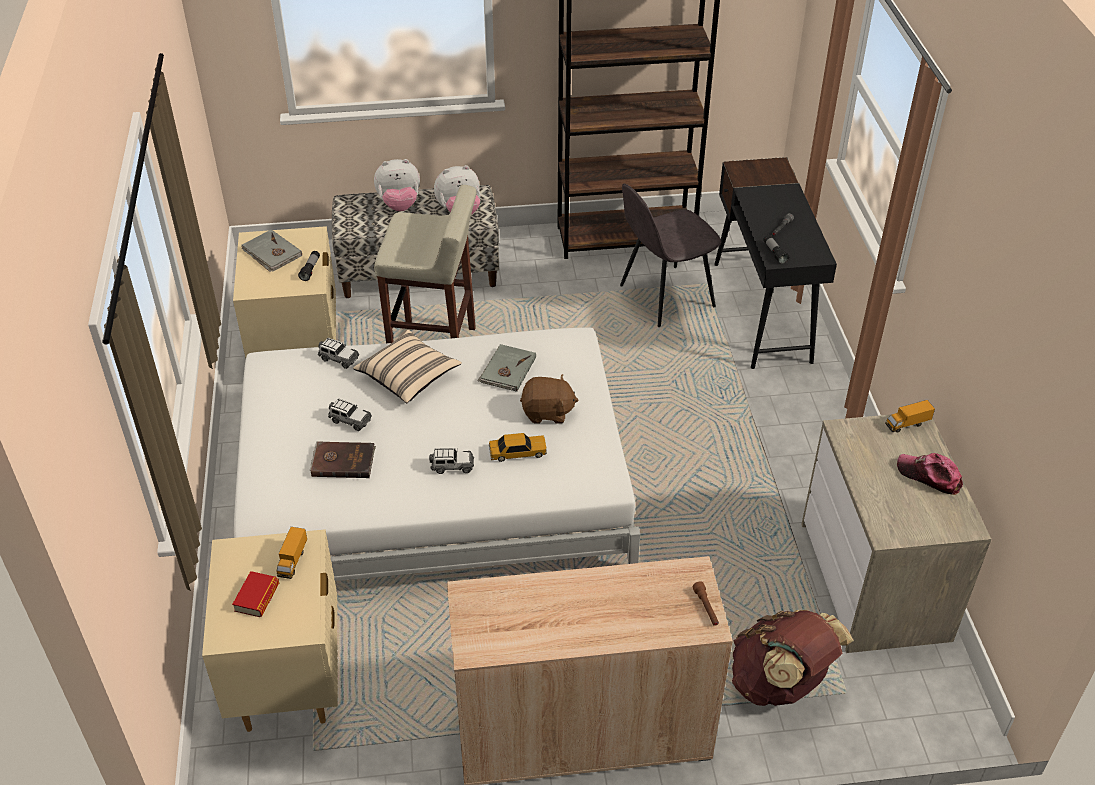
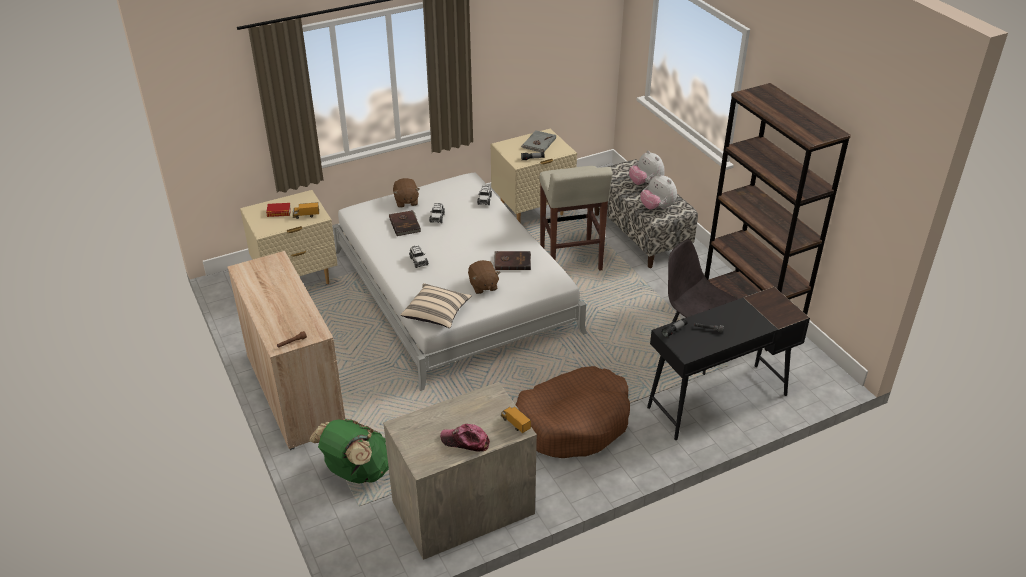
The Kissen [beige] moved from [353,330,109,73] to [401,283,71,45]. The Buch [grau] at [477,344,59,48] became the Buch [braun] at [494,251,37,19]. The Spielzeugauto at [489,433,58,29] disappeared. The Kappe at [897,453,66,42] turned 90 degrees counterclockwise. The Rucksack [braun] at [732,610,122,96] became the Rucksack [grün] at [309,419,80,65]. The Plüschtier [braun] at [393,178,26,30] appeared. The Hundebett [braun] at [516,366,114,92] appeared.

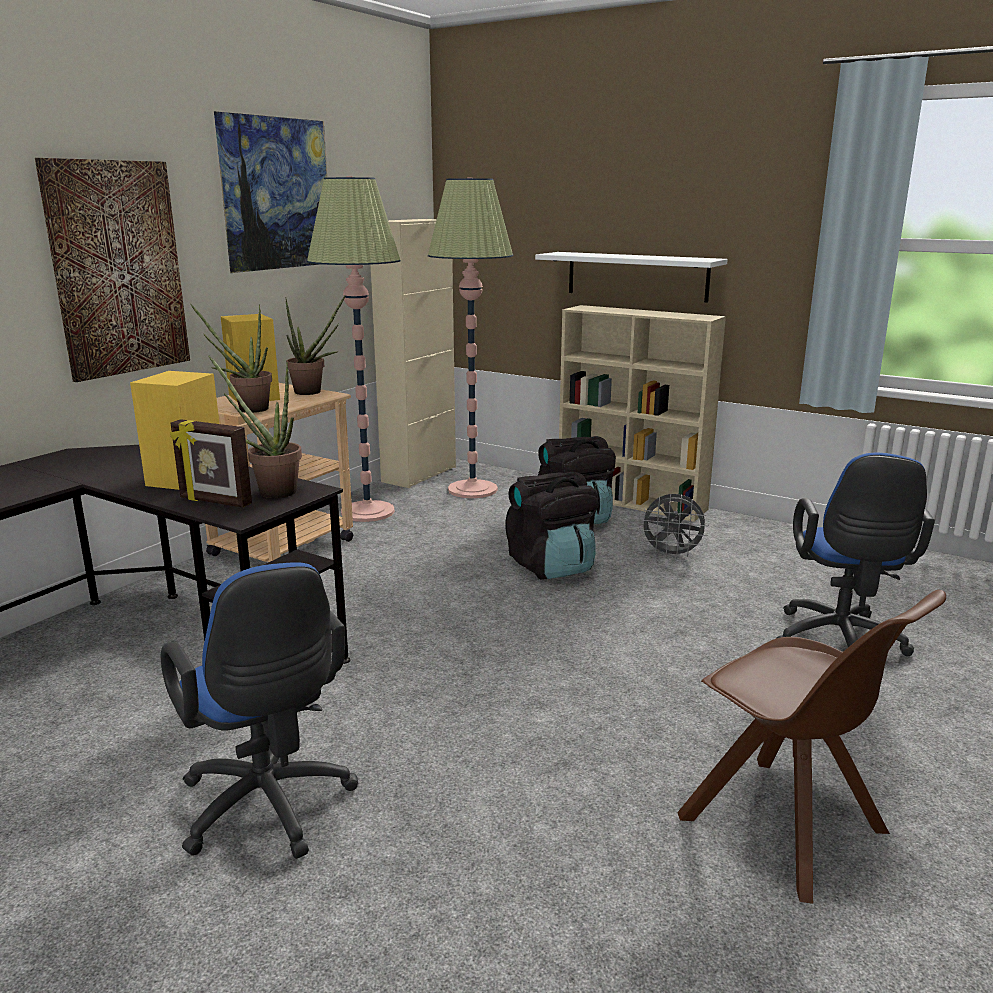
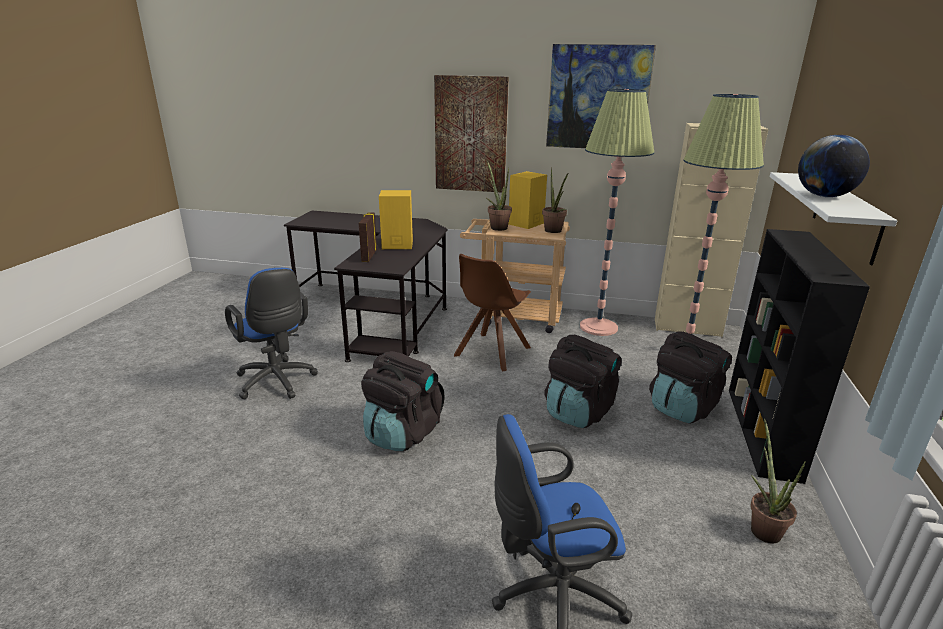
The Bücherregal [beige] at [559,305,167,217] became the Bücherregal [schwarz] at [729,229,141,255]. The Topfpflanze moved from [209,356,93,142] to [750,419,56,124]. The Ventilator [grau] at [639,494,70,65] disappeared. The Bürostuhl [blau] at [161,562,198,297] turned 75 degrees counterclockwise. The Stuhl [braun] moved from [677,590,269,314] to [454,254,77,117]. The Globus at [798,135,72,62] appeared. The Rucksack [schwarz] at [361,351,84,100] appeared.

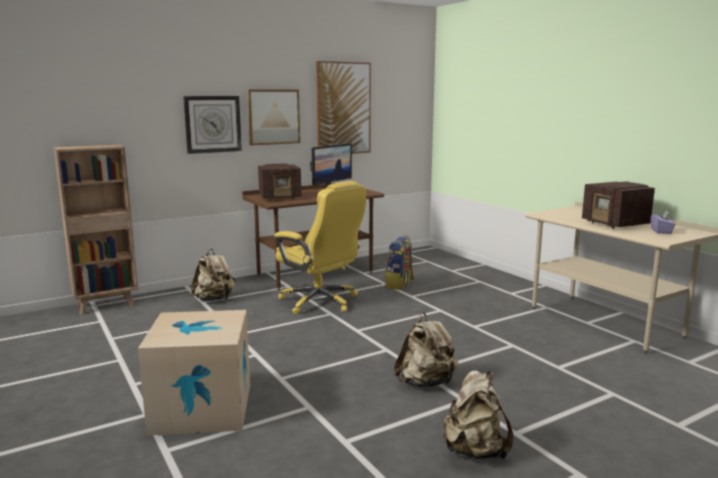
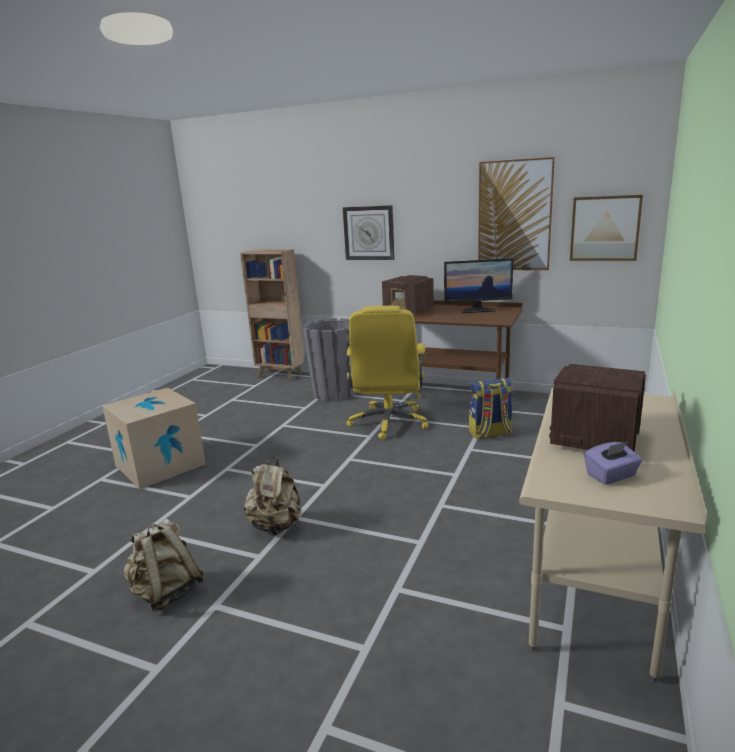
The Bild moved from [247,89,53,56] to [570,195,73,66]. The Rucksack [beige] at [191,249,44,52] was replaced by the Pflanzkübel [grau] at [302,318,54,83].

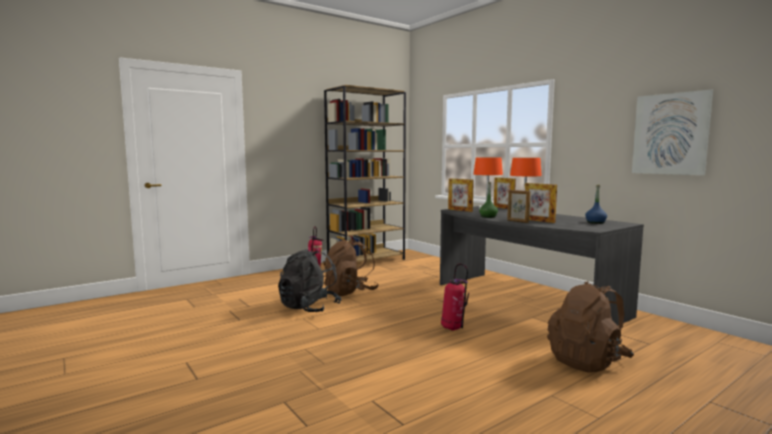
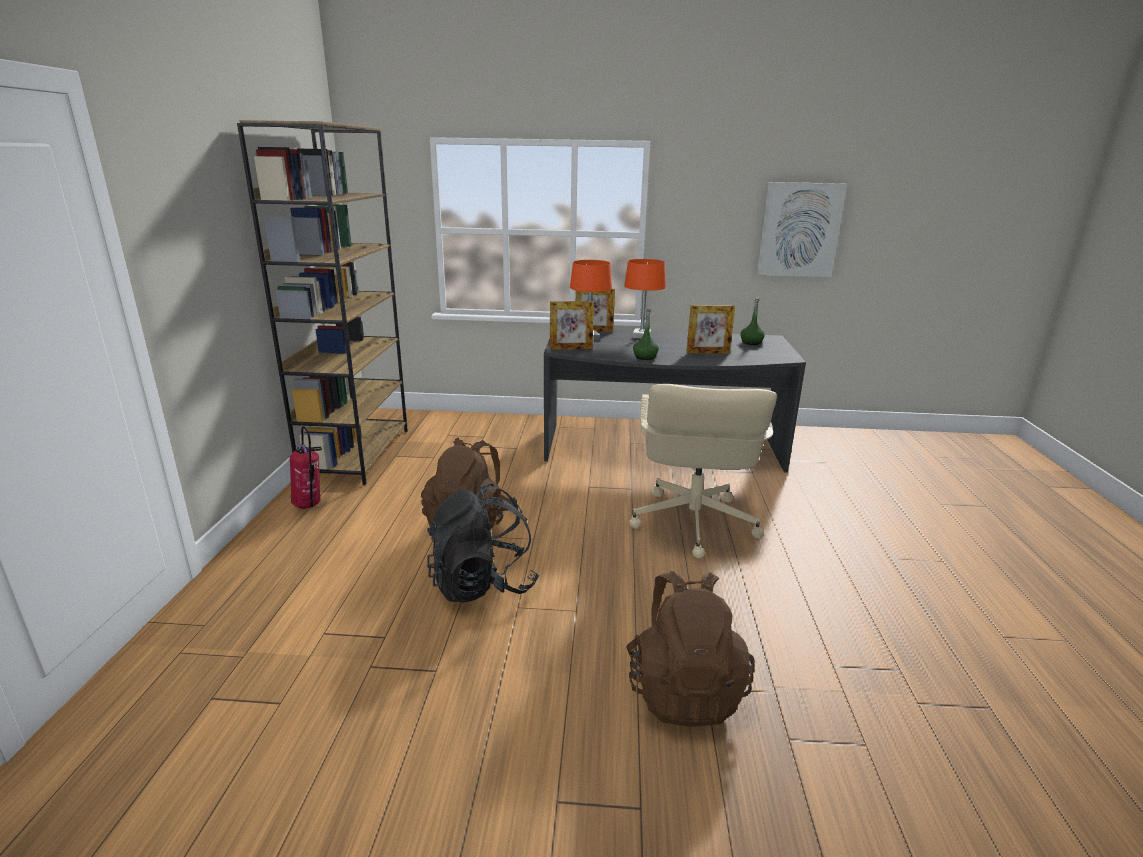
The Flasche [blau] at [585,185,22,39] became the Flasche [grün] at [740,298,25,47]. The Bilderrahmen at [507,190,23,33] disappeared. The Feuerlöscher at [441,263,28,68] was replaced by the Bürostuhl [beige] at [629,384,148,175]. The Rucksack [braun] moved from [547,281,87,92] to [626,571,129,156].

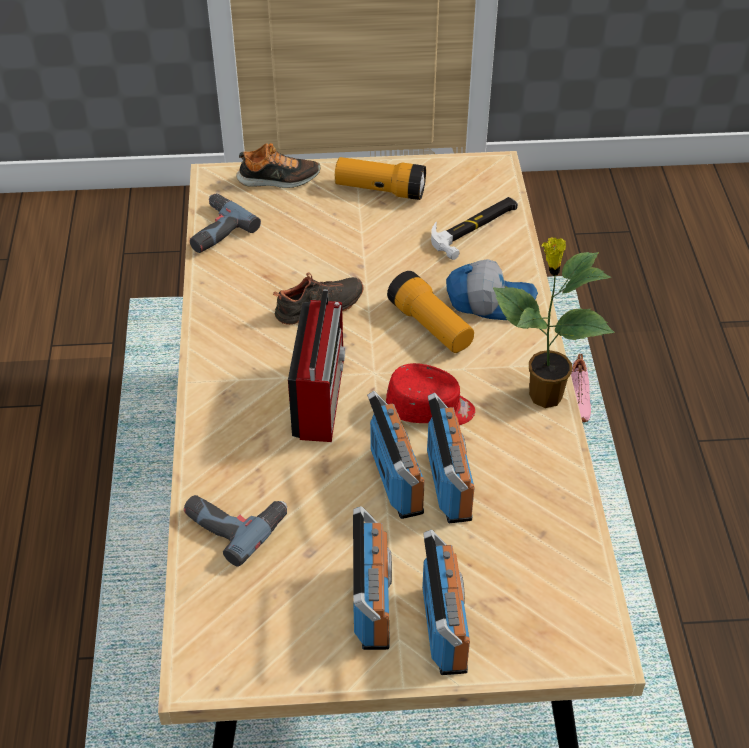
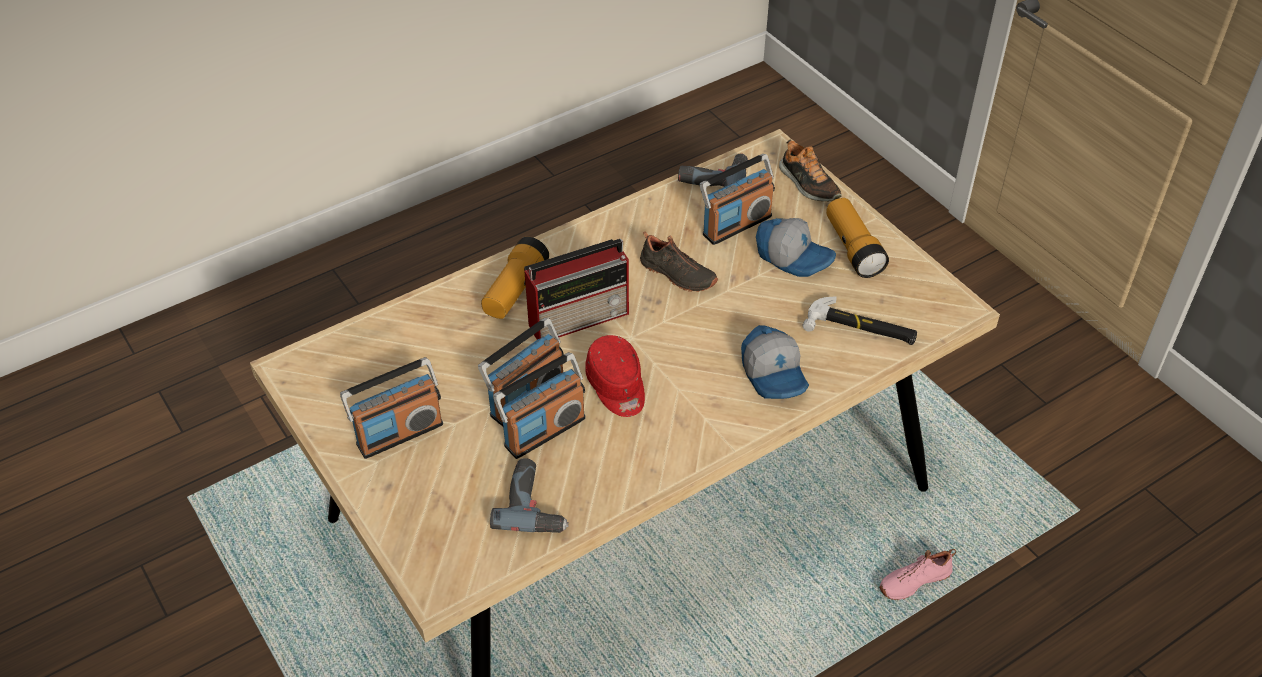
The Topfpflanze at [493,237,122,171] disappeared. The Taschenlampe moved from [387,271,87,82] to [481,237,68,82]. The Bohrmaschine moved from [184,495,103,72] to [490,458,79,75]. The Radio moved from [422,530,48,145] to [700,154,75,91]. The Kappe at [756,218,80,59] appeared.

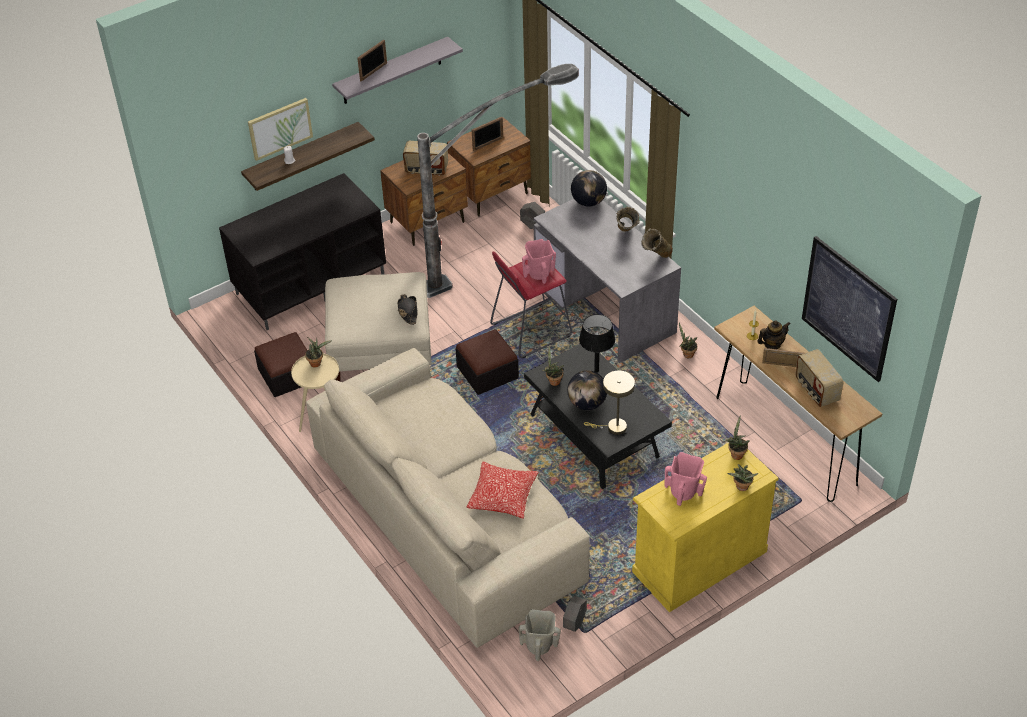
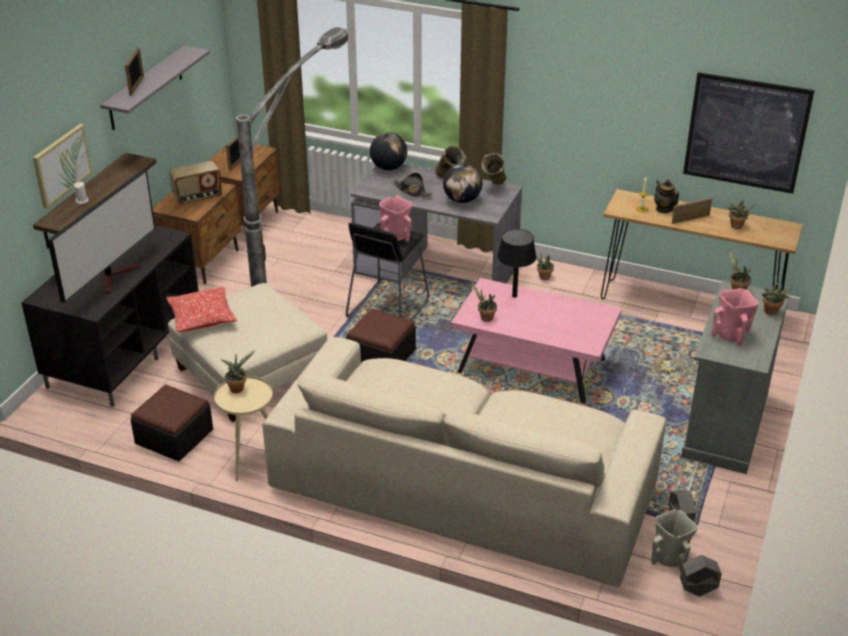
The Pflanzkübel [grau] moved from [520,202,25,27] to [680,555,42,41]. The Hocker [rot] at [490,252,82,106] became the Hocker [schwarz] at [346,223,83,98]. The Hut [schwarz] moved from [397,294,21,31] to [393,173,40,24]. The Teekanne at [757,320,34,29] turned 60 degrees counterclockwise. The Couchtisch [schwarz] at [524,344,148,145] became the Couchtisch [rosa] at [451,278,171,126]. The Radio at [795,349,49,58] was replaced by the Topfpflanze at [728,200,27,29]. The Globus moved from [567,370,40,40] to [443,163,40,40]. The Tischlampe [beige] at [584,371,51,64] disappeared. The Schrank [gelb] at [632,443,147,169] became the Schrank [grau] at [681,280,108,194]. The Kissen moved from [467,461,71,58] to [166,287,71,45]. The Fernseher at [47,168,108,135] appeared.

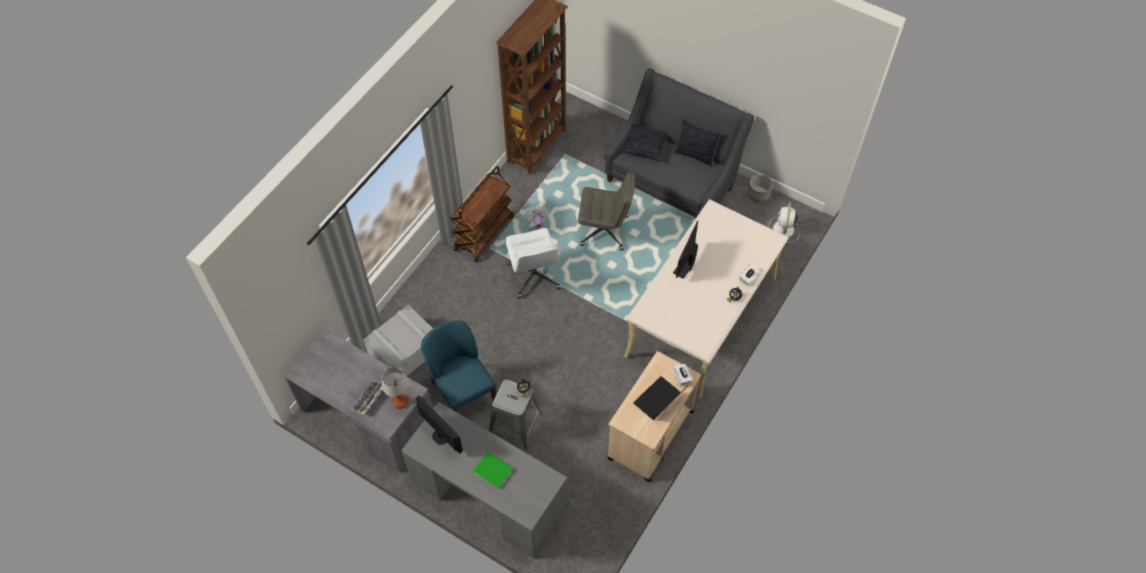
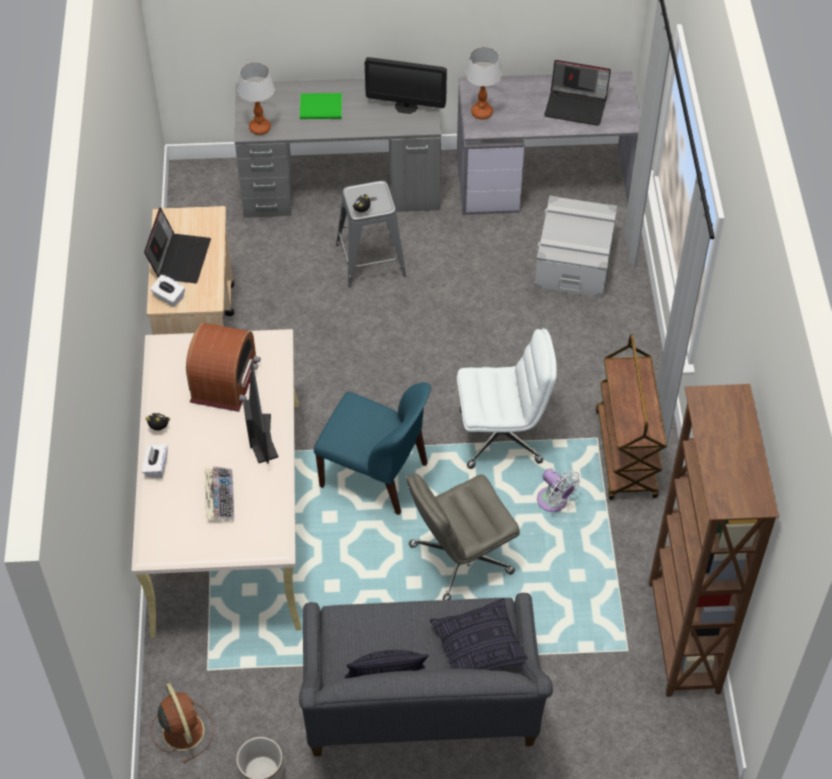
The Ventilator [weiß] at [768,201,32,42] became the Ventilator [braun] at [150,683,64,80]. The Bürostuhl [weiß] at [505,228,56,71] turned 135 degrees clockwise. The Stuhl [blau] moved from [421,320,75,93] to [314,382,117,133]. The Tastatur moved from [351,380,31,35] to [205,466,29,56]. The Laptop at [544,60,67,66] appeared. The Tischlampe at [238,62,37,73] appeared. The Radio at [186,323,75,89] appeared.

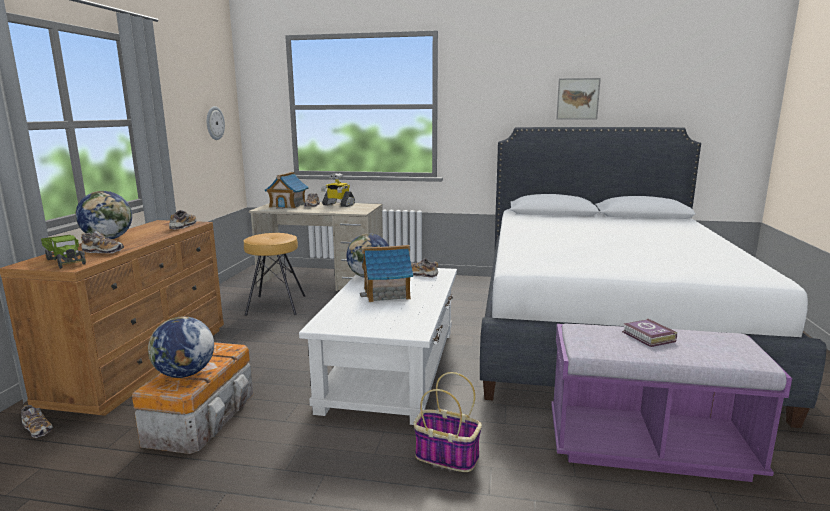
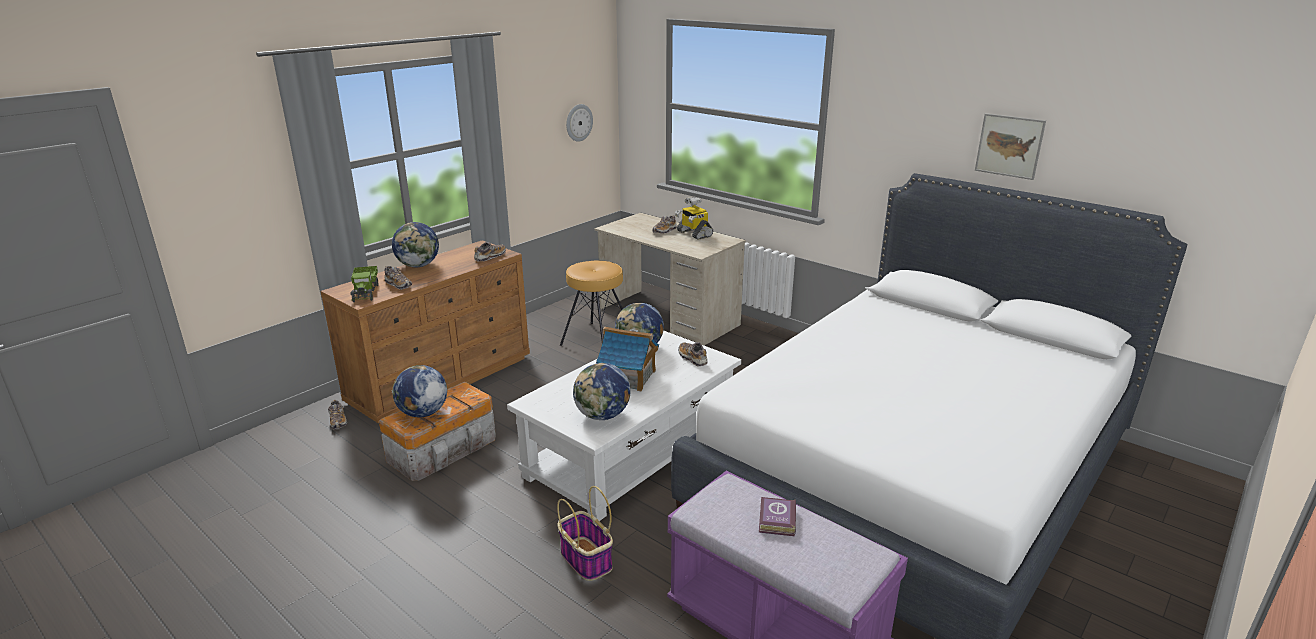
The Spielzeughaus at [265,172,44,37] disappeared. The Globus at [573,363,58,57] appeared.

